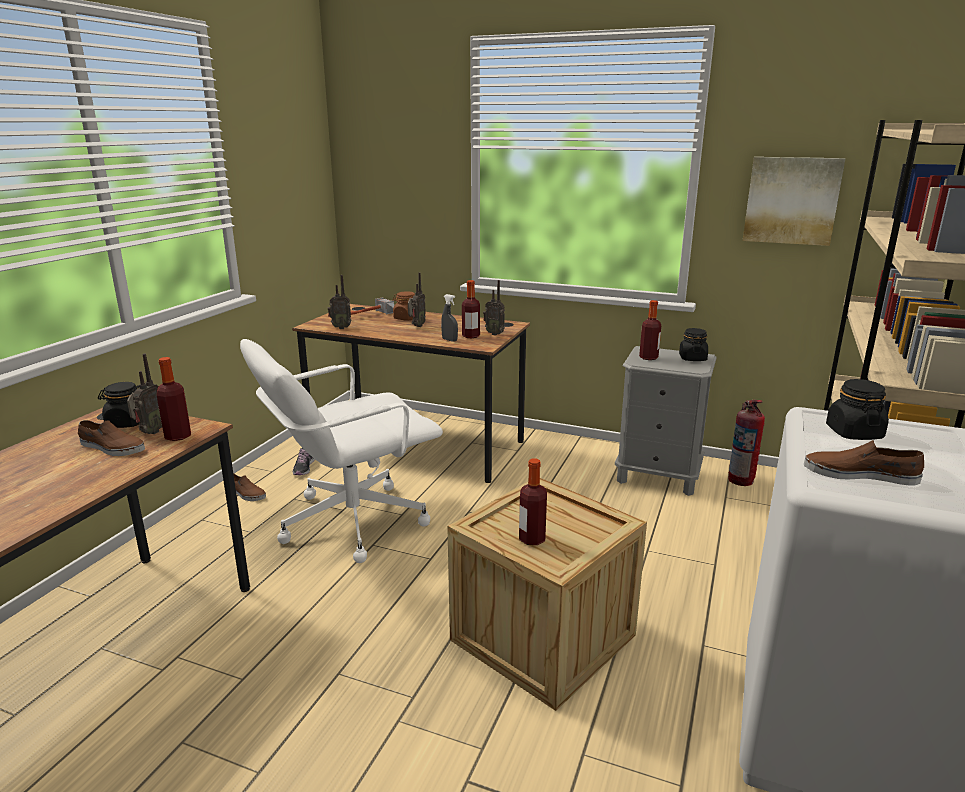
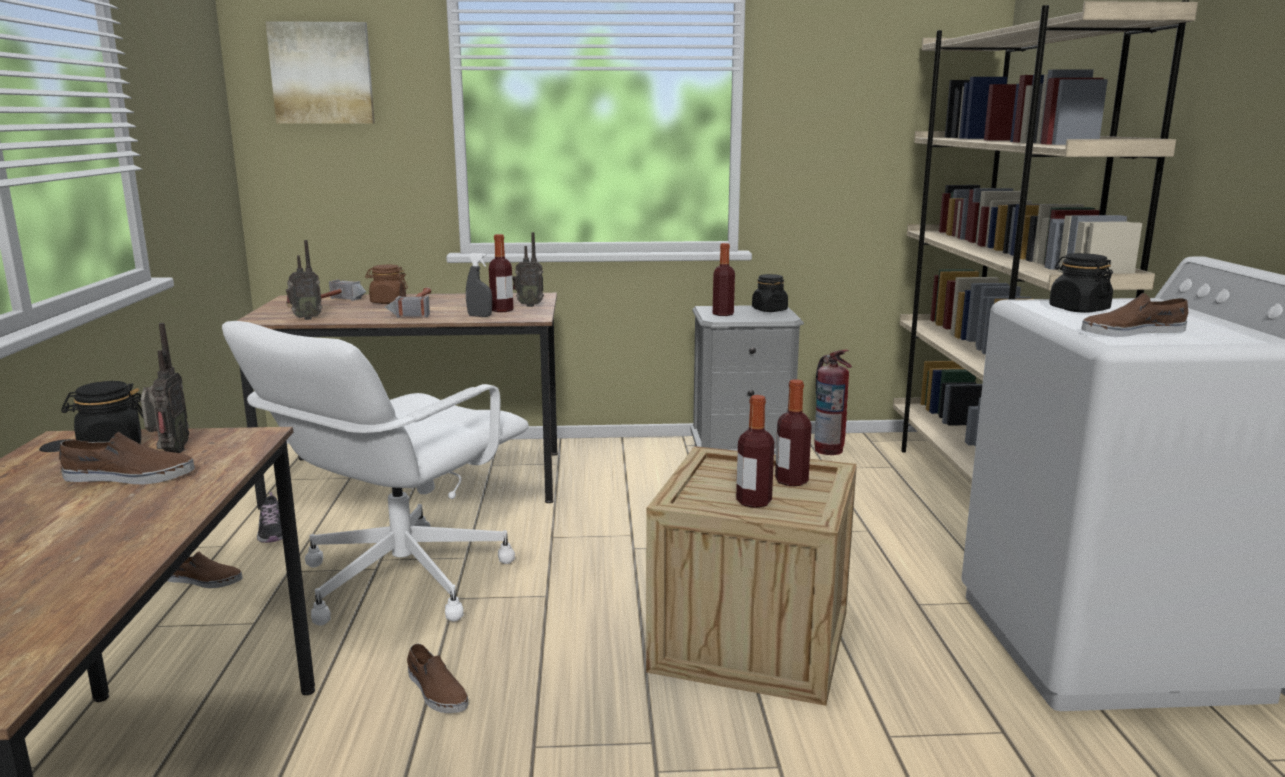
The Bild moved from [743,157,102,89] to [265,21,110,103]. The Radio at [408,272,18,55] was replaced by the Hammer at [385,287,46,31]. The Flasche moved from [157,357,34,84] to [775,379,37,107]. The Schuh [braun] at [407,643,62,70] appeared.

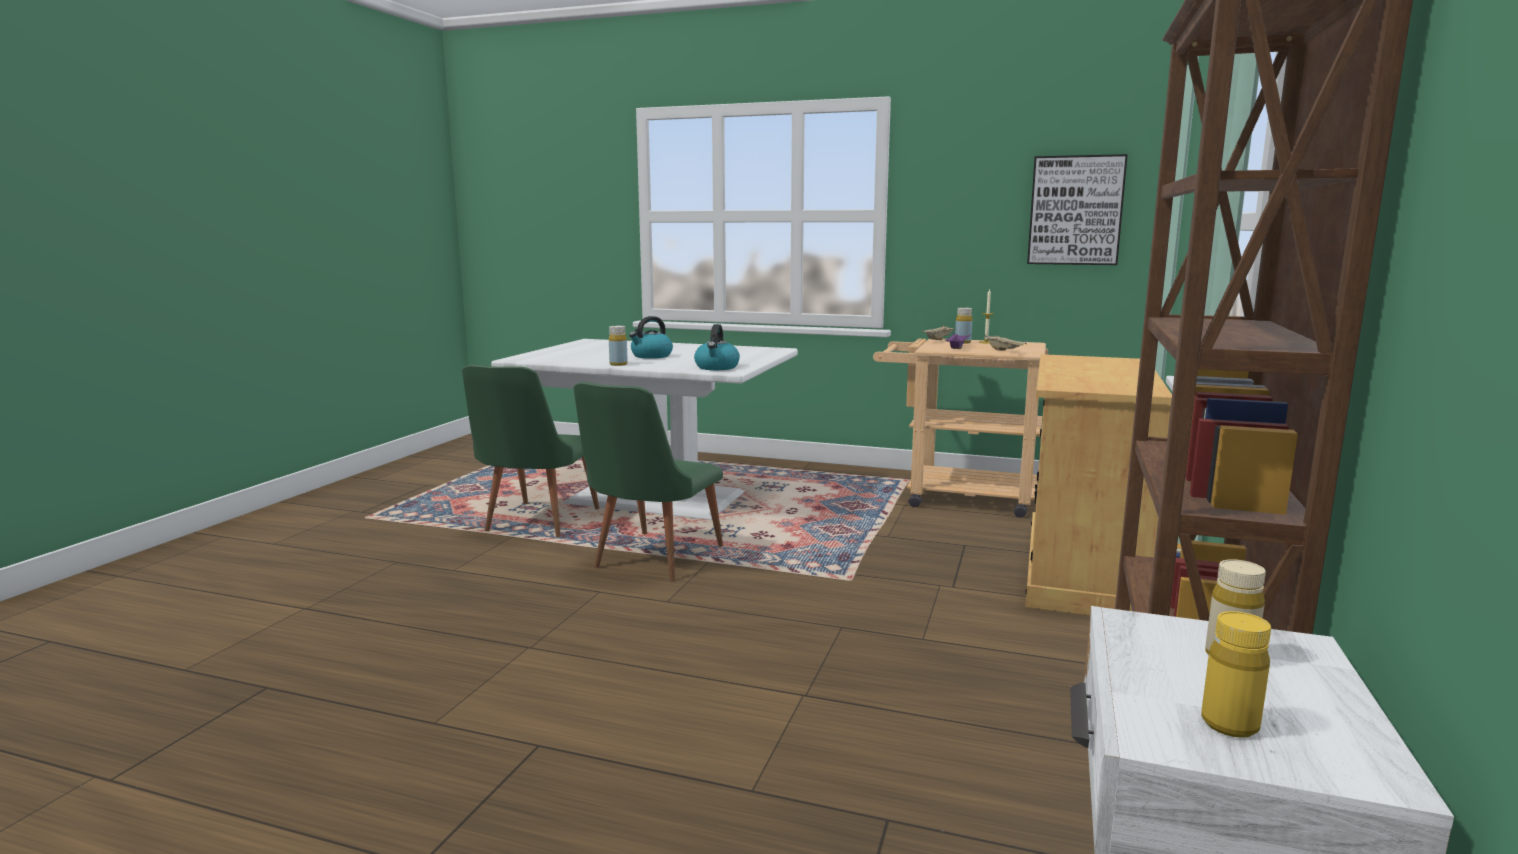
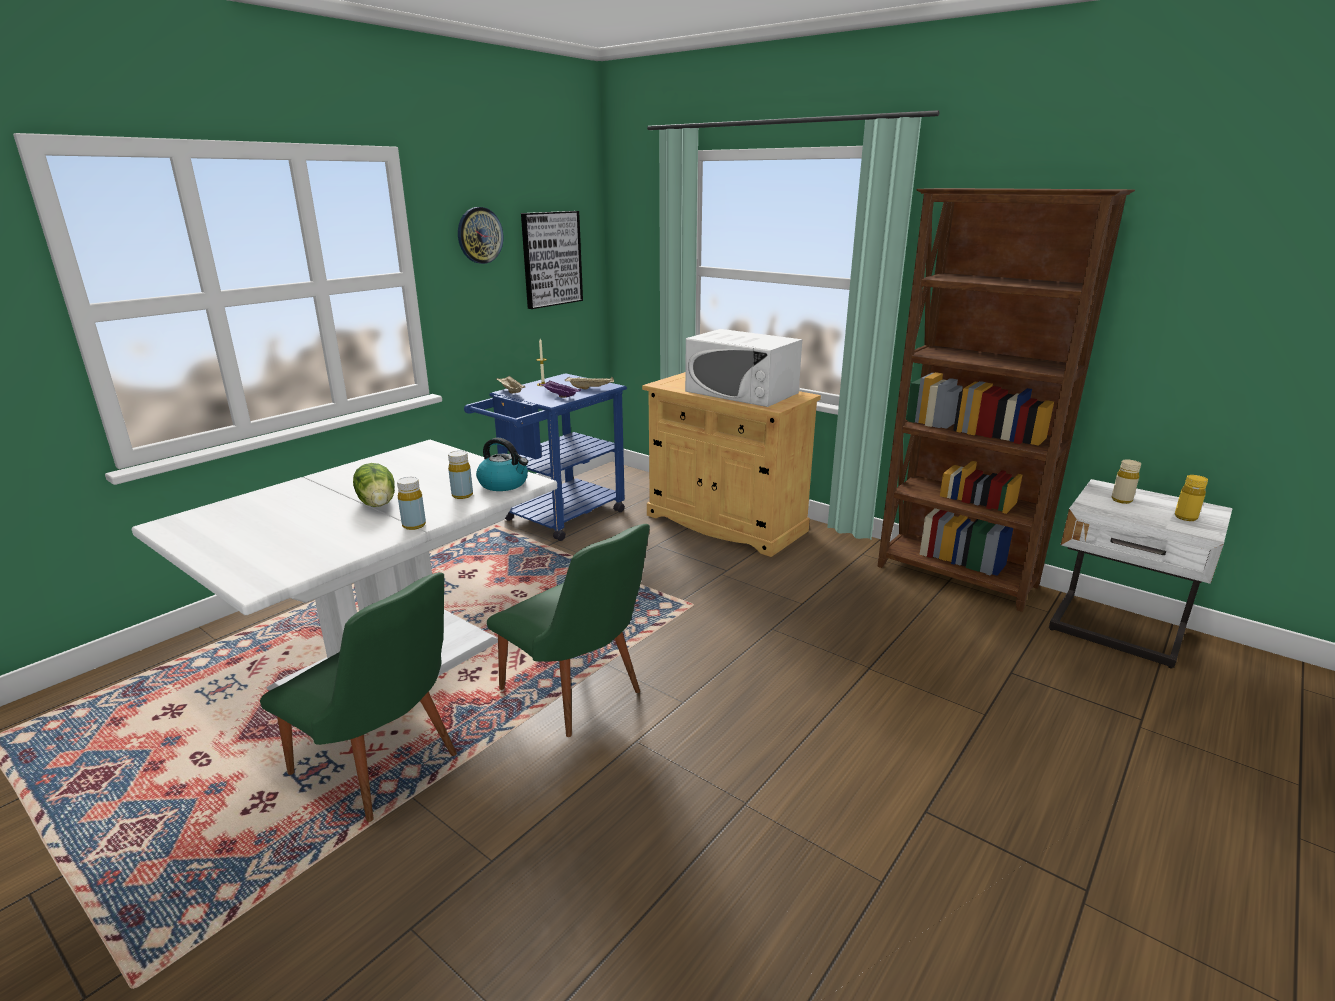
The Flasche [gelb] moved from [955,308,17,36] to [448,450,25,49]. The Wasserkessel at [629,316,44,43] was replaced by the Salatkopf at [353,463,42,44]. The Rollwagen [beige] at [873,338,175,180] became the Rollwagen [blau] at [464,373,163,168]. The Wanduhr at [458,207,45,57] appeared. The Mikrowelle [weiß] at [685,329,117,78] appeared.

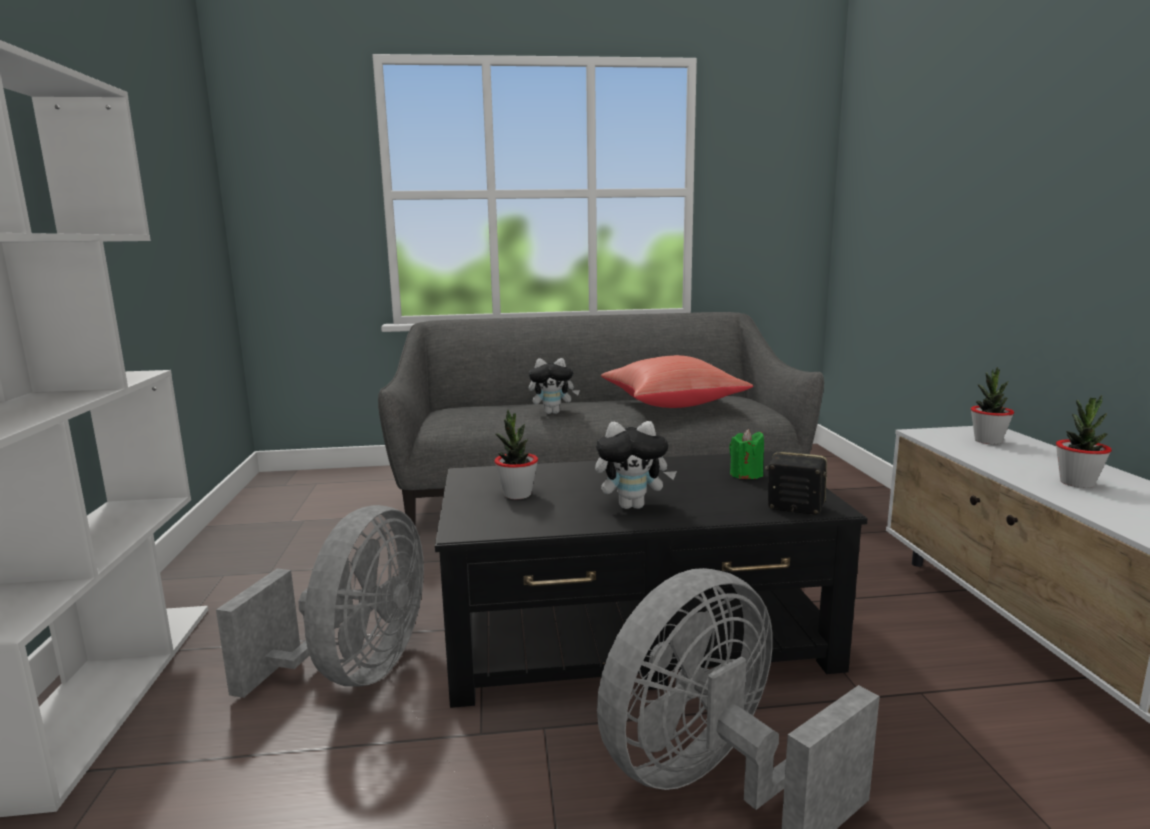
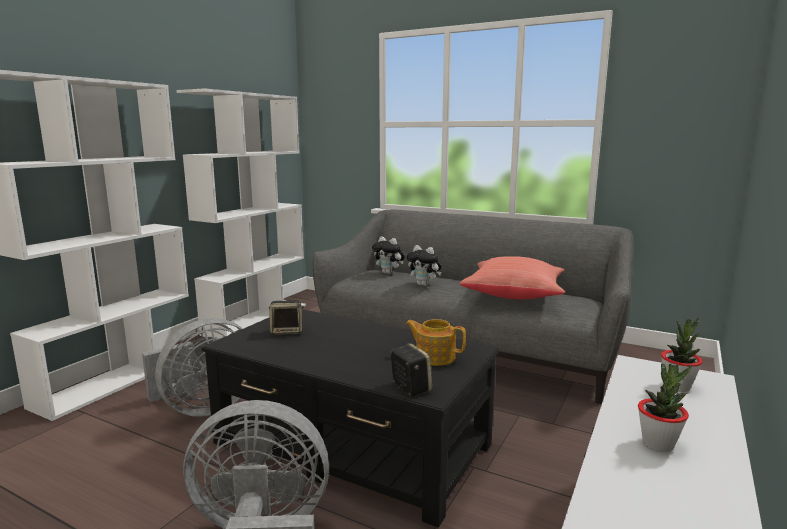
The Topfpflanze at [494,409,44,90] was replaced by the Lautsprecher at [269,300,35,35]. The Plüschtier moved from [595,421,82,88] to [372,236,33,38]. The Kerze [grün] at [729,429,35,50] was replaced by the Teekanne at [406,319,60,47]. The Bücherregal [weiß] at [177,88,129,250] appeared.

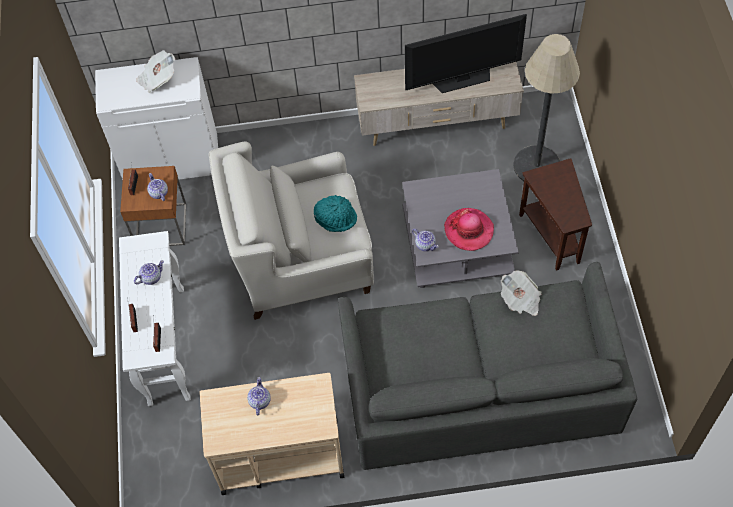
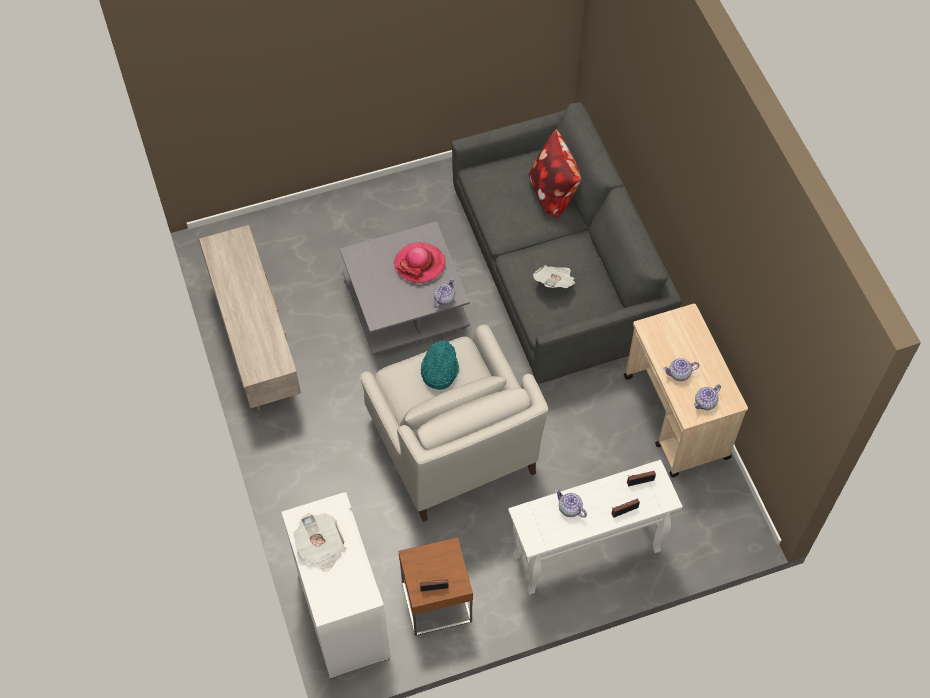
The Fernseher at [405,14,122,79] disappeared. The Stehlampe at [513,34,67,147] disappeared. The Beistelltisch [braun] at [519,158,73,113] disappeared. The Teekanne moved from [147,173,21,28] to [694,384,27,26]. The Zeitung moved from [501,271,41,45] to [533,265,42,23]. The Kissen at [529,129,52,90] appeared.

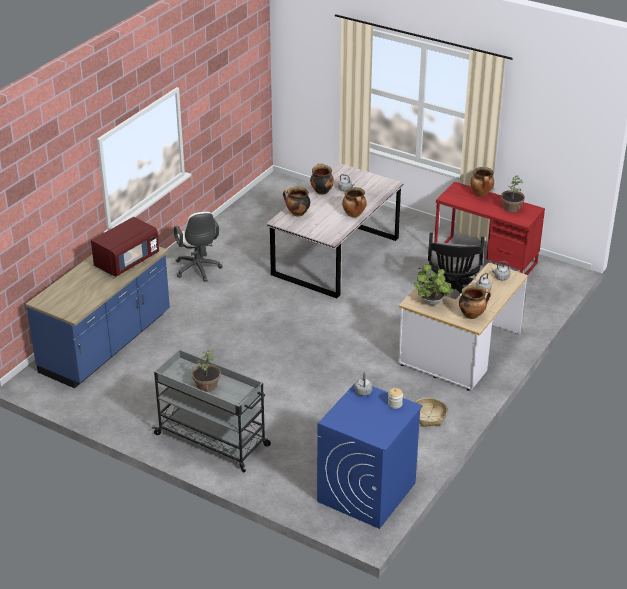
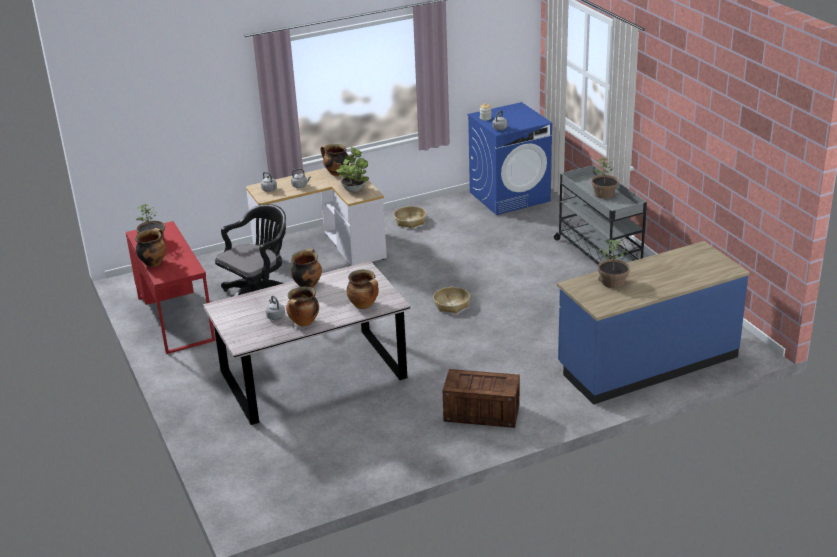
The Bürostuhl [weiß] at [174,212,48,70] was replaced by the Kiste at [443,369,77,59]. The Mikrowelle [rot] at [91,217,68,60] was replaced by the Topfpflanze at [598,240,32,48]. The Korb at [433,287,37,26] appeared.

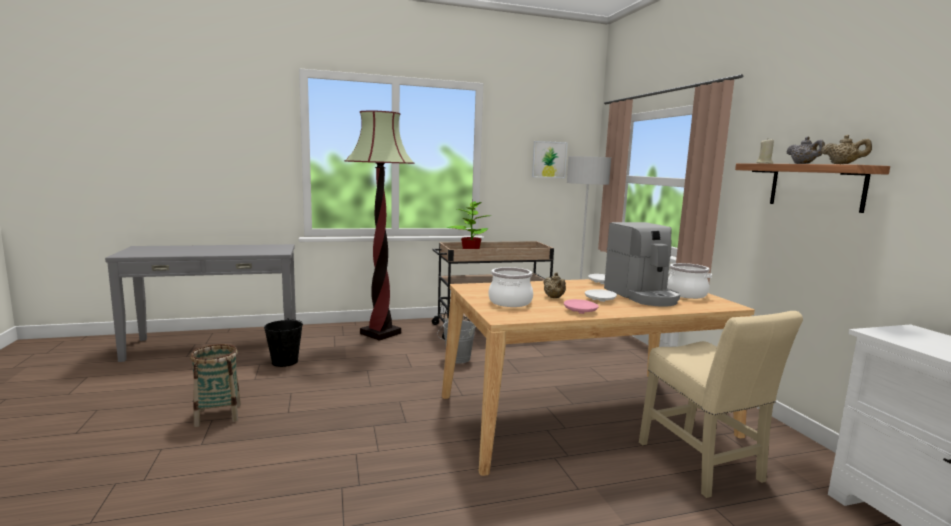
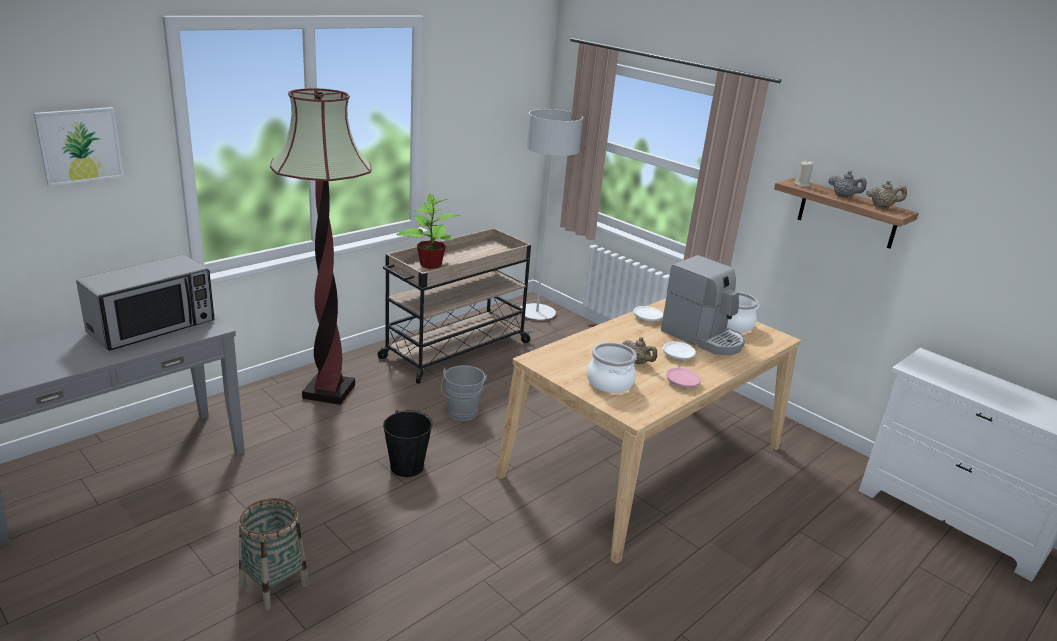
The Bild moved from [532,141,36,37] to [34,107,90,79]. The Stuhl [beige] at [639,311,164,187] disappeared. The Eimer [schwarz] moved from [264,318,39,49] to [383,410,50,67]. The Mikrowelle at [76,255,139,96] appeared.

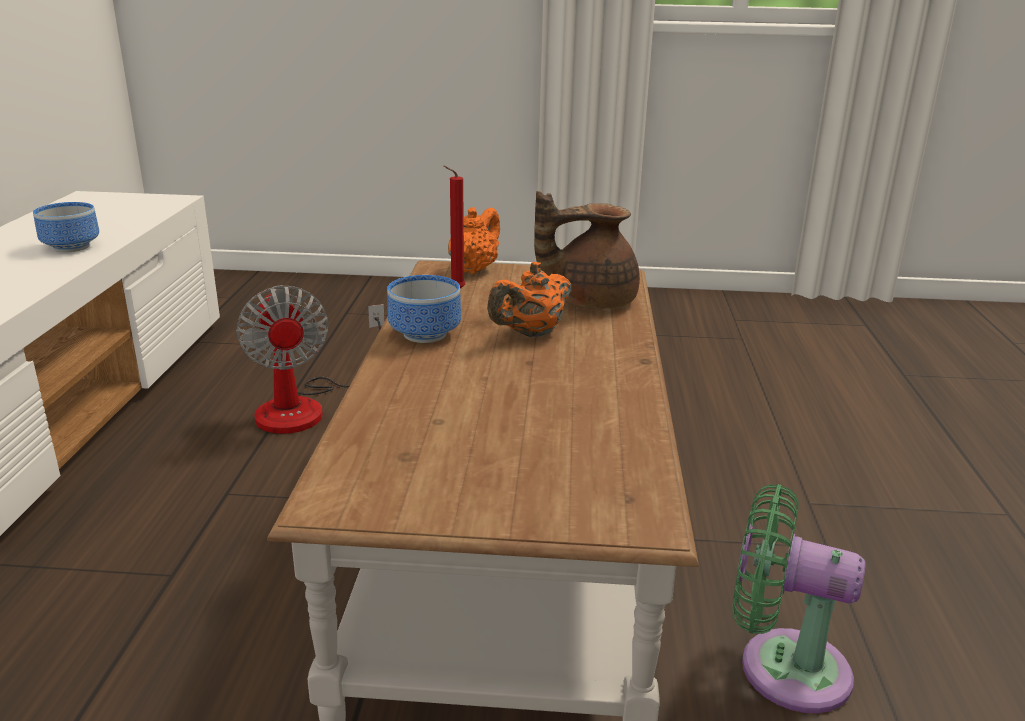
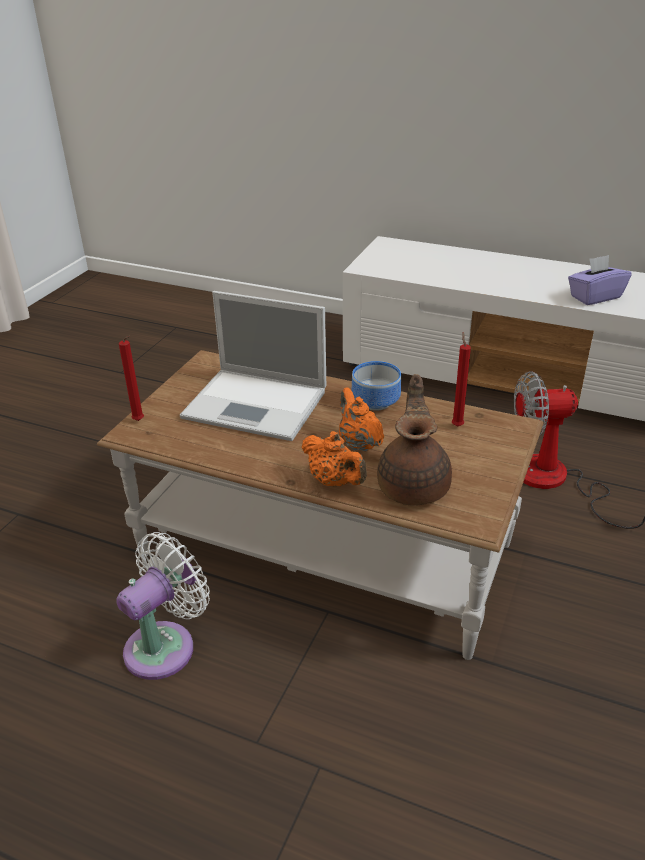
The Schüssel at [33,202,66,50] was replaced by the Taschentuchbox [lila] at [568,255,64,50]. The Teekanne [orange] moved from [448,207,52,67] to [301,431,66,55]. The Ventilator [grün] at [732,484,133,229] became the Ventilator [weiß] at [116,532,94,148]. The Laptop at [180,291,146,150] appeared. The Kerze [rot] at [119,336,25,85] appeared.

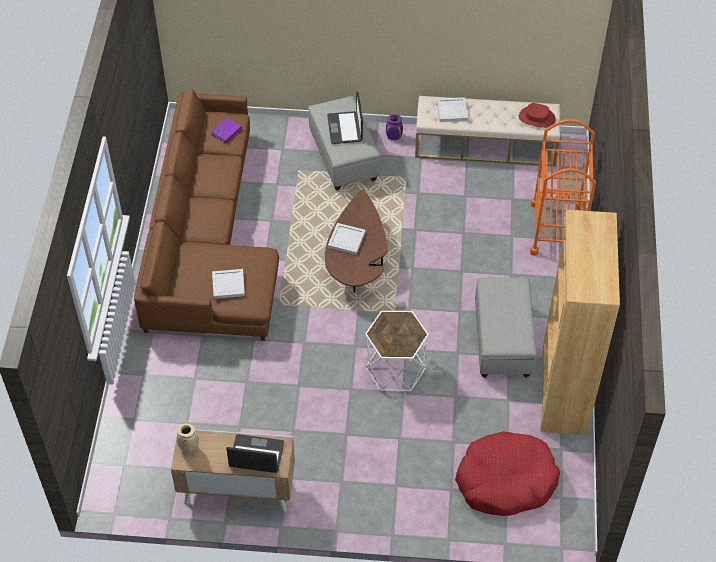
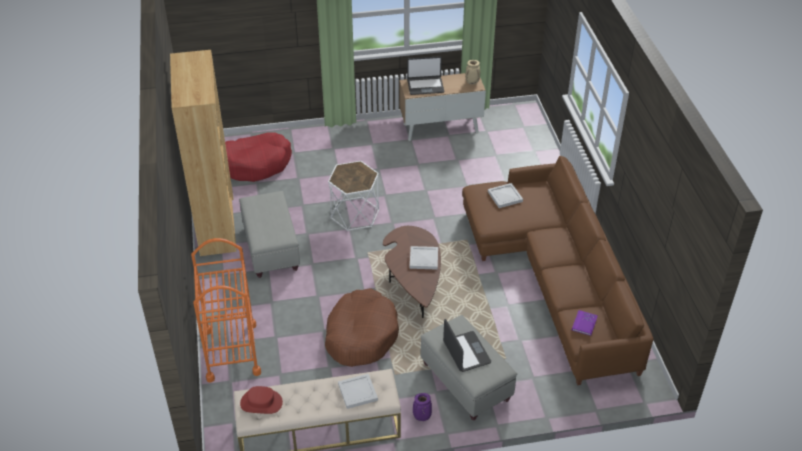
The Hundebett [braun] at [325,288,74,79] appeared.

